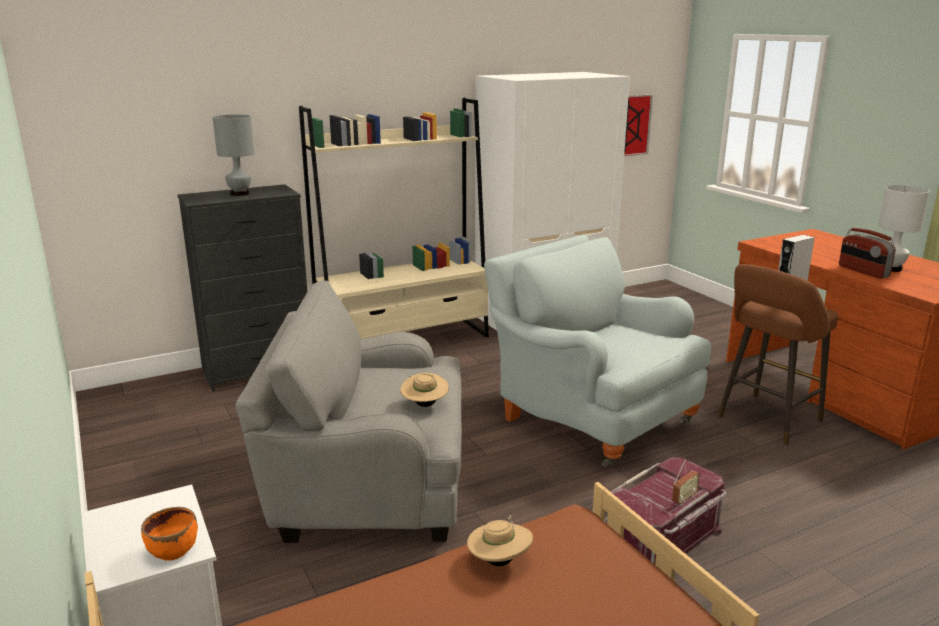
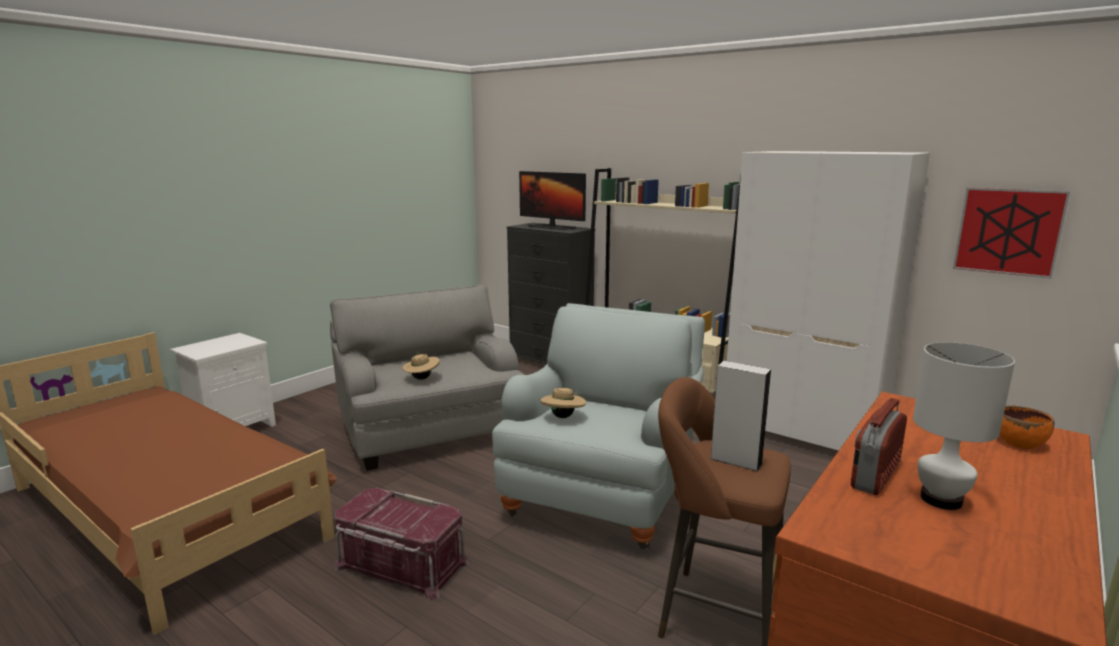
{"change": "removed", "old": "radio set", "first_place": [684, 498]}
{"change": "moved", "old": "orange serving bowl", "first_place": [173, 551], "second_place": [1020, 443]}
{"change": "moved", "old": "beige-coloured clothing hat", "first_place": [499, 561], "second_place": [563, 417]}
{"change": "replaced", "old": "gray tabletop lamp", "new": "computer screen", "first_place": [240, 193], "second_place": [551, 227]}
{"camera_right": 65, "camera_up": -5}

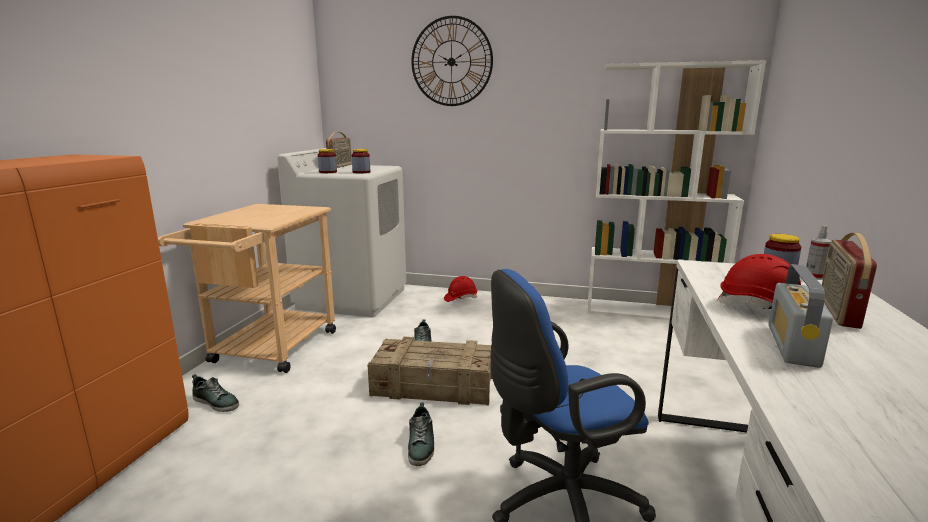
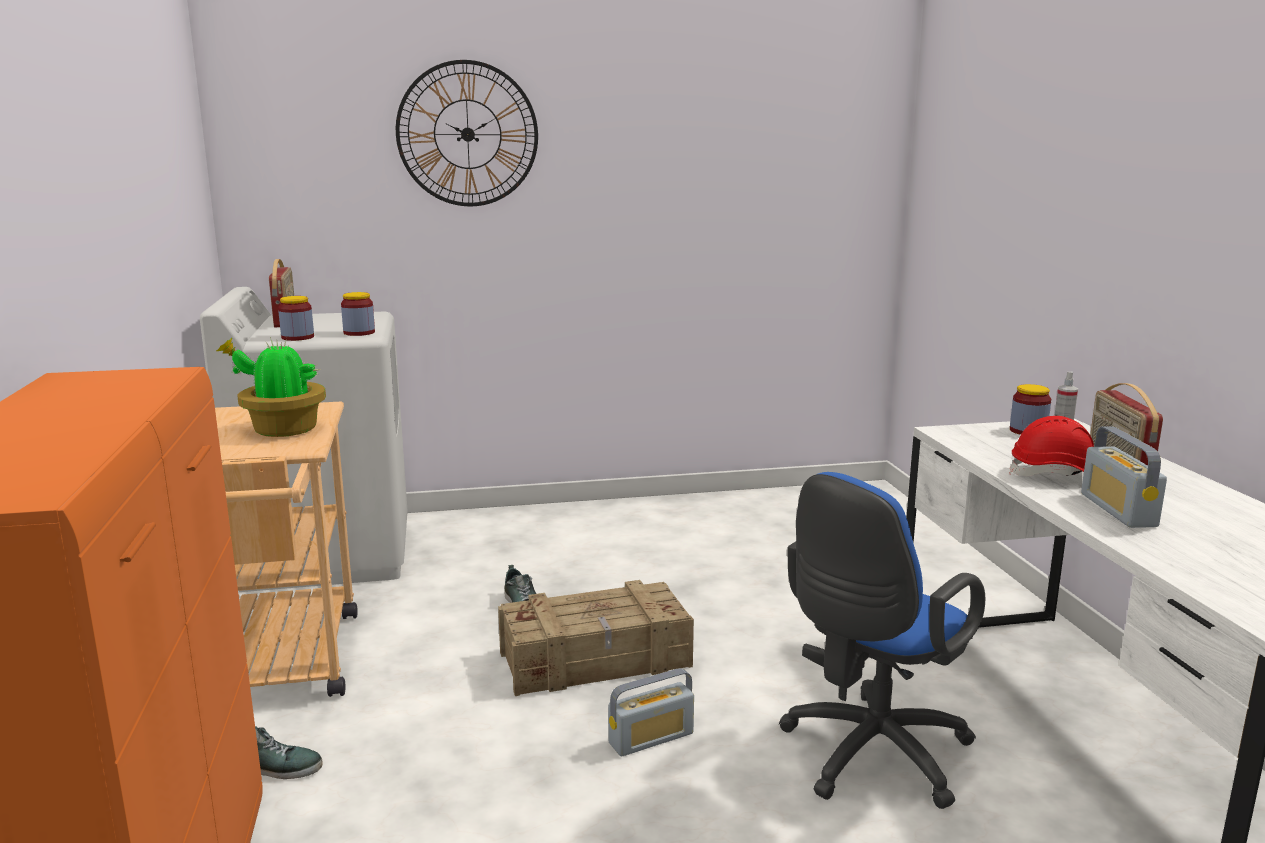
{"change": "removed", "old": "red-coloured safety helmet", "first_place": [460, 298]}
{"change": "removed", "old": "white shelving unit", "first_place": [652, 311]}
{"change": "added", "new": "potted plant", "second_place": [282, 430]}
{"change": "replaced", "old": "item of footwear", "new": "radio set", "first_place": [421, 445], "second_place": [651, 738]}
{"camera_right": -25, "camera_up": 0}

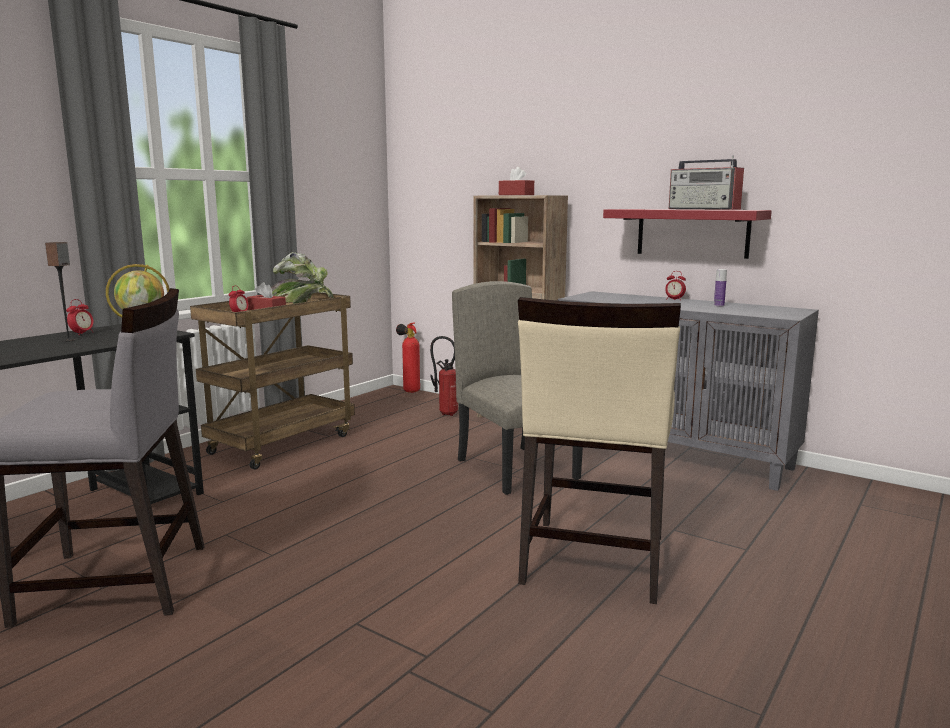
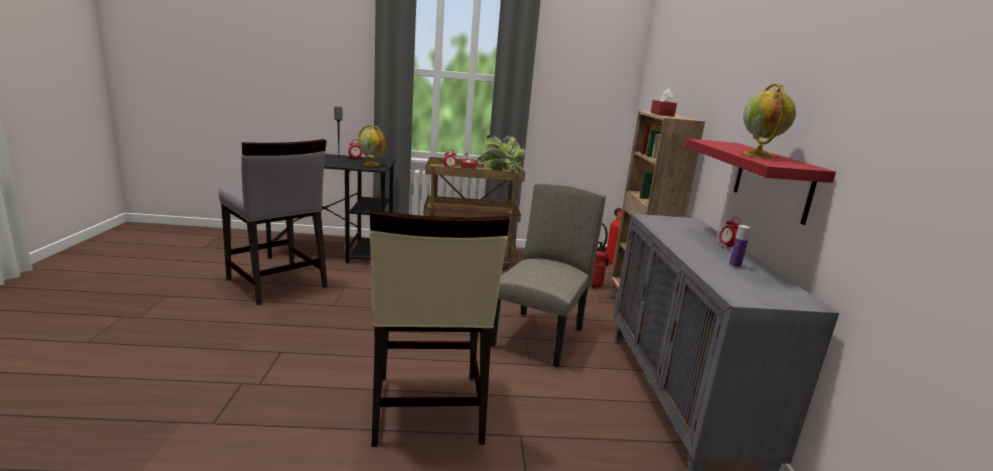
{"change": "replaced", "old": "radio set", "new": "world globe", "first_place": [704, 209], "second_place": [759, 155]}
{"change": "turned", "old": "beige-coloured plain chair", "first_place": [592, 560], "second_place": [427, 409], "degrees": -75}
{"camera_right": 50, "camera_up": 5}

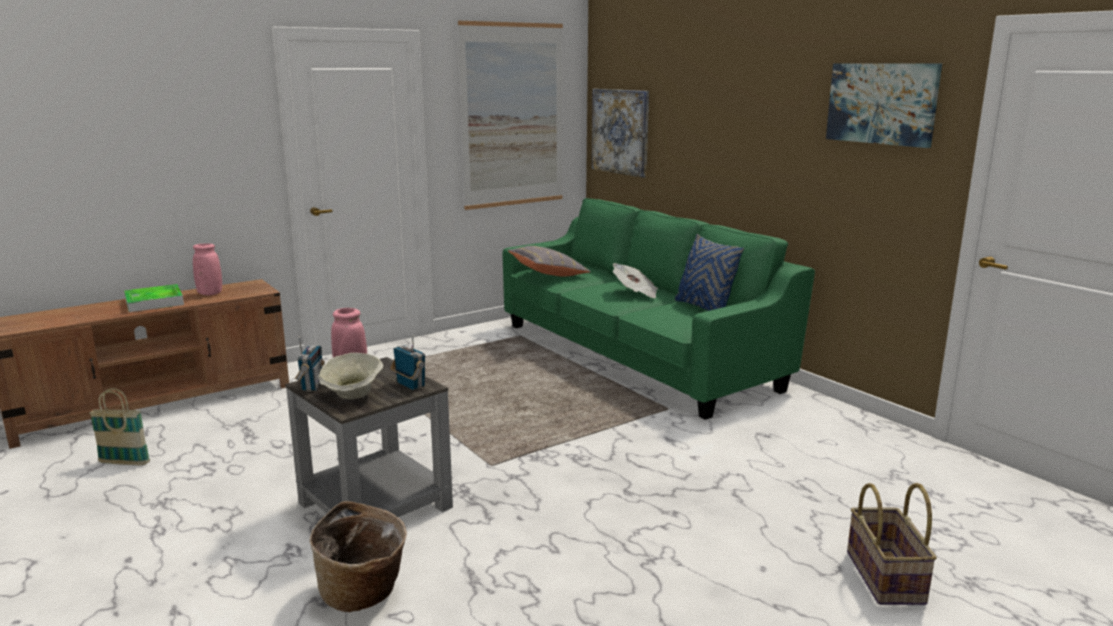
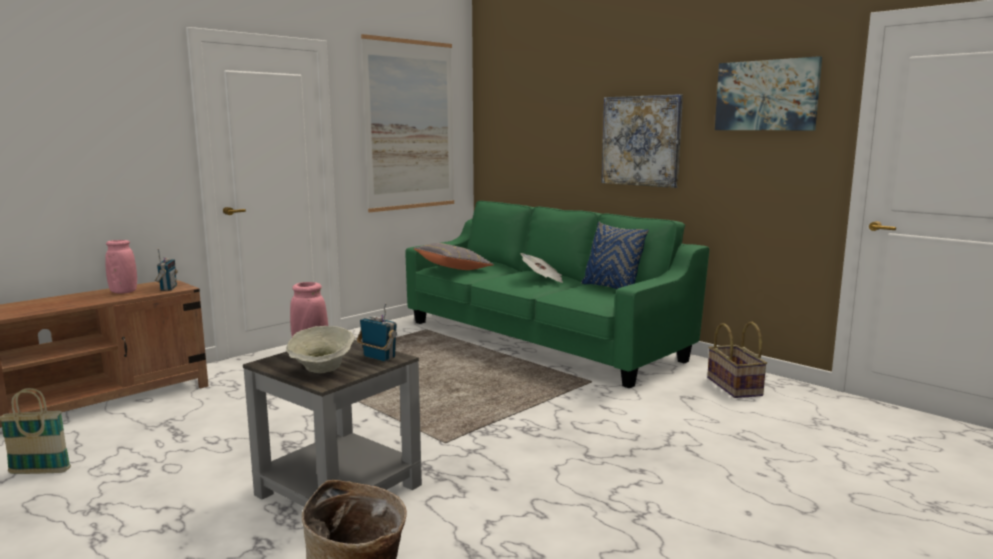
{"change": "removed", "old": "serving tray", "first_place": [154, 302]}
{"change": "moved", "old": "radio set", "first_place": [312, 386], "second_place": [168, 288]}
{"change": "moved", "old": "picture", "first_place": [620, 131], "second_place": [641, 141]}
{"change": "moved", "old": "basket", "first_place": [886, 577], "second_place": [735, 387]}
{"camera_right": -10, "camera_up": -5}

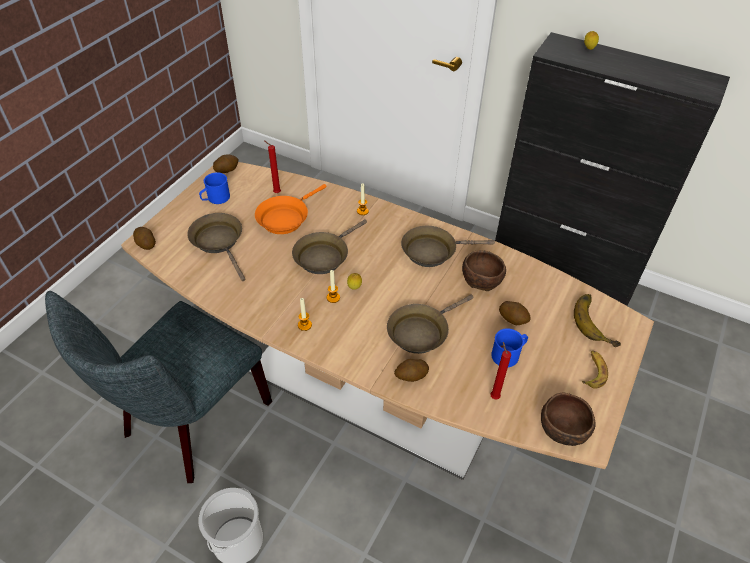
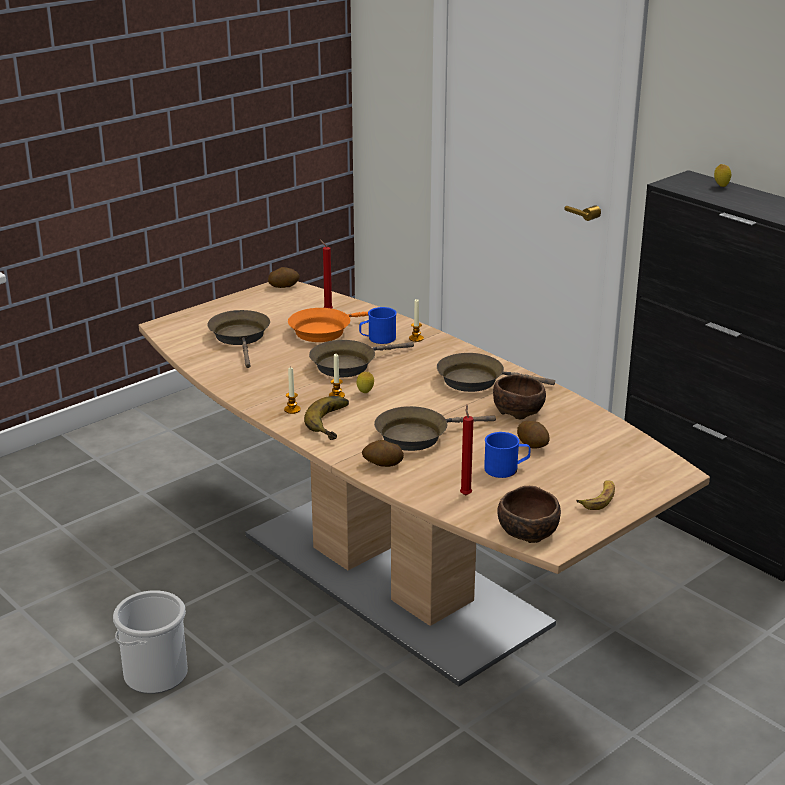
{"change": "removed", "old": "gray plain chair", "first_place": [190, 423]}
{"change": "removed", "old": "spud", "first_place": [146, 244]}
{"change": "moved", "old": "blue coffee mug", "first_place": [215, 199], "second_place": [377, 339]}
{"change": "moved", "old": "banana", "first_place": [597, 322], "second_place": [335, 422]}
{"camera_right": 20, "camera_up": -20}

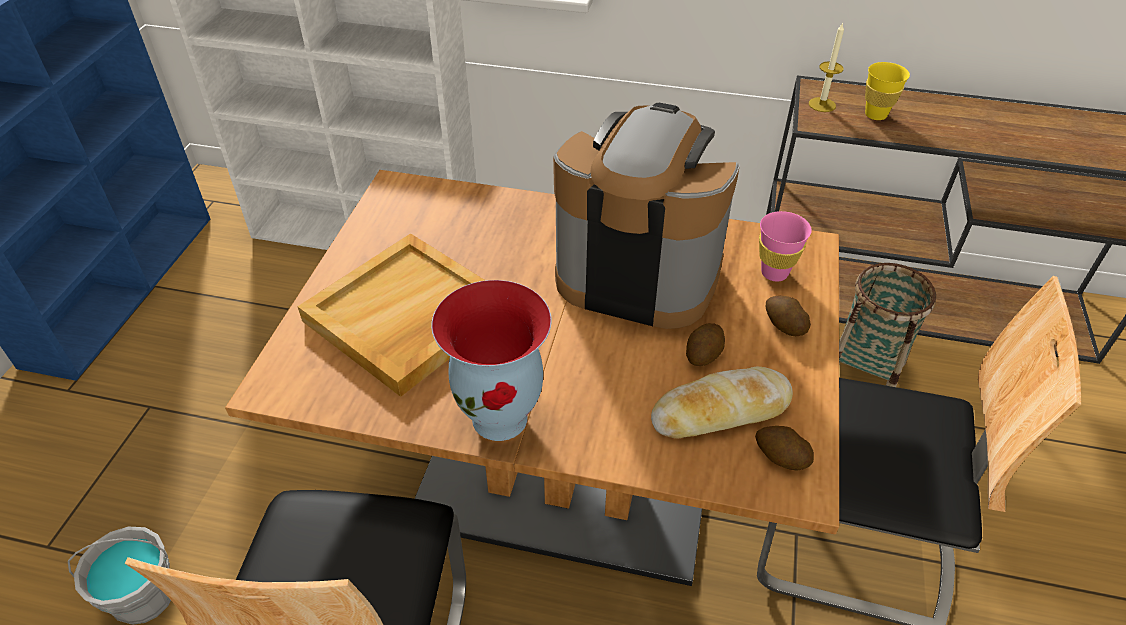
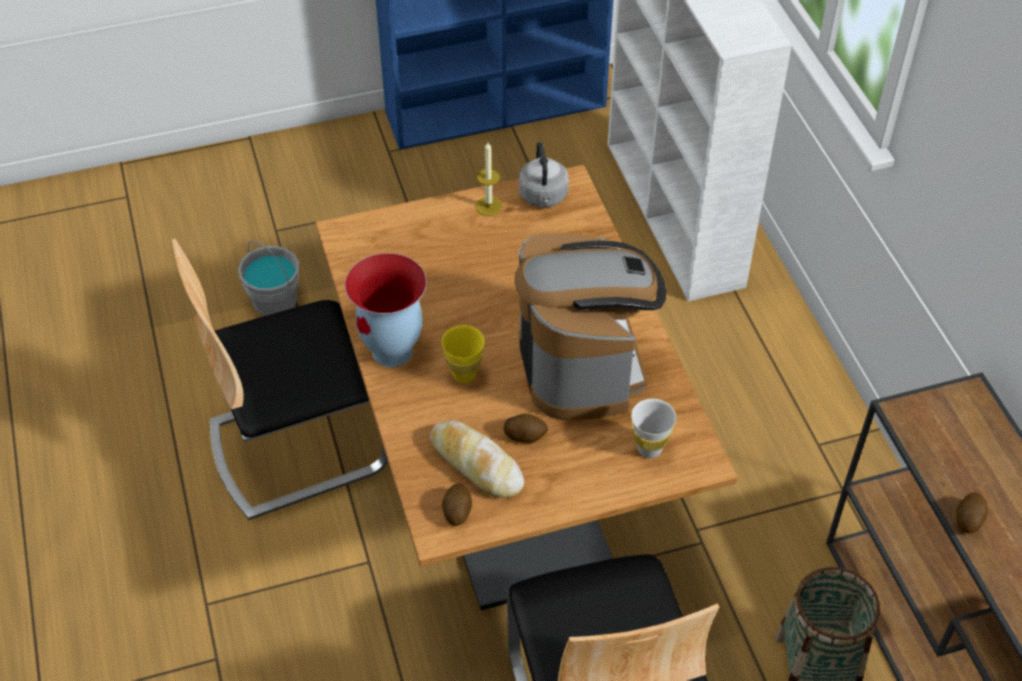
{"change": "removed", "old": "beige-coloured serving tray", "first_place": [407, 317]}
{"change": "added", "new": "gray tea kettle", "second_place": [543, 197]}
{"change": "moved", "old": "spud", "first_place": [784, 325], "second_place": [968, 519]}
{"change": "moved", "old": "wax light", "first_place": [822, 104], "second_place": [489, 206]}
{"change": "moved", "old": "yellow small cup", "first_place": [875, 115], "second_place": [464, 374]}
{"change": "recoloured", "old": "pinkish small cup", "new": "white small cup", "first_place": [774, 273], "second_place": [649, 448]}
{"camera_right": 60, "camera_up": 5}

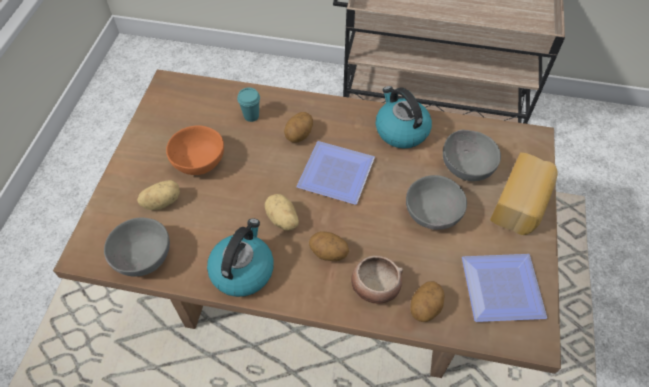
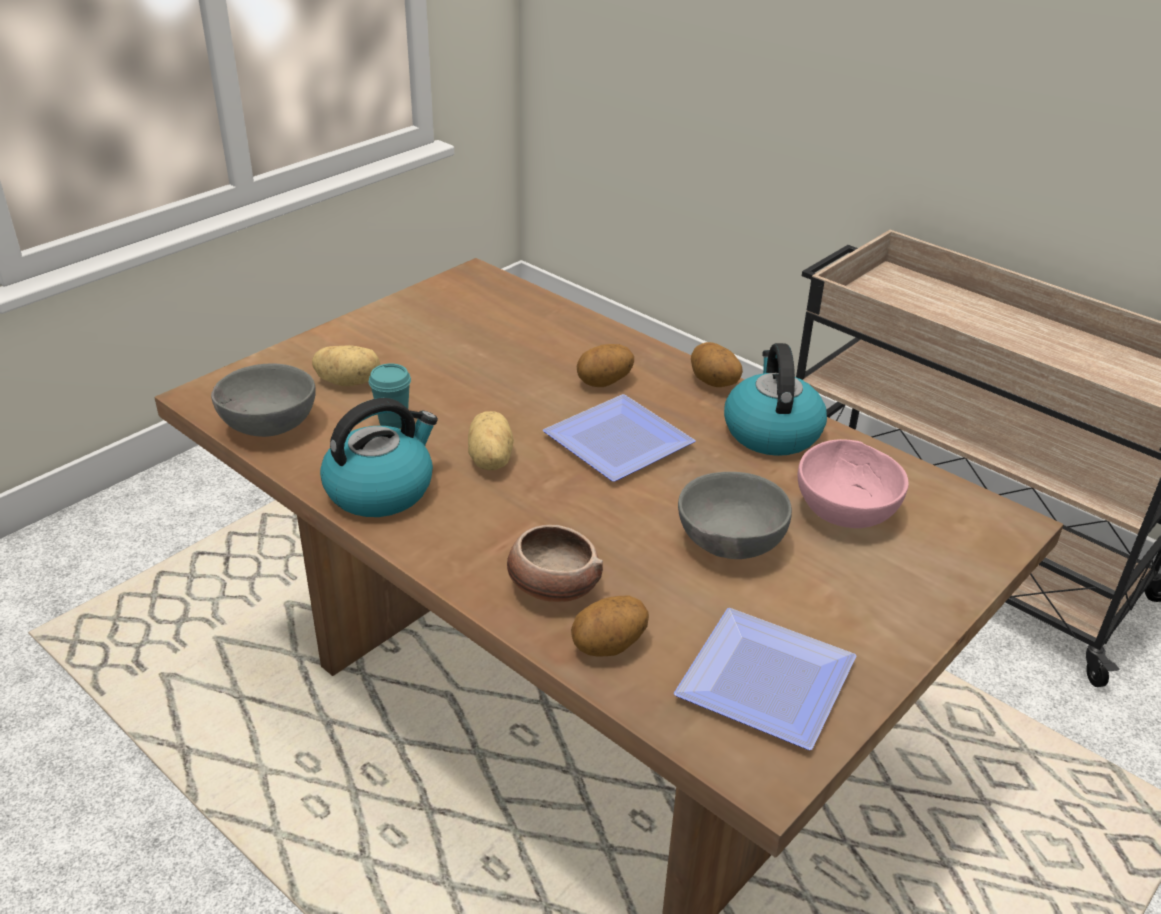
{"change": "removed", "old": "orange serving bowl", "first_place": [197, 162]}
{"change": "removed", "old": "baked bread", "first_place": [521, 204]}
{"change": "moved", "old": "blue-green small cup", "first_place": [251, 116], "second_place": [393, 421]}
{"change": "moved", "old": "spud", "first_place": [328, 253], "second_place": [713, 384]}
{"change": "recoloured", "old": "gray serving bowl", "new": "pinkish serving bowl", "first_place": [466, 166], "second_place": [846, 511]}
{"camera_right": 30, "camera_up": -20}

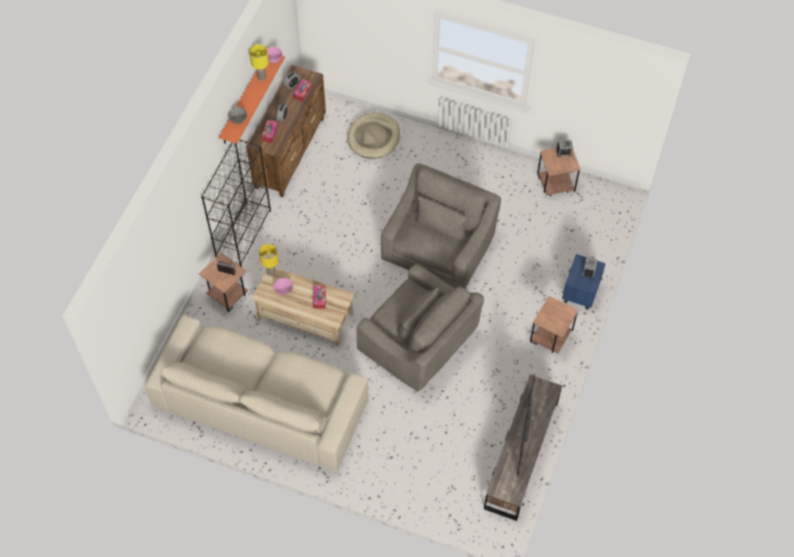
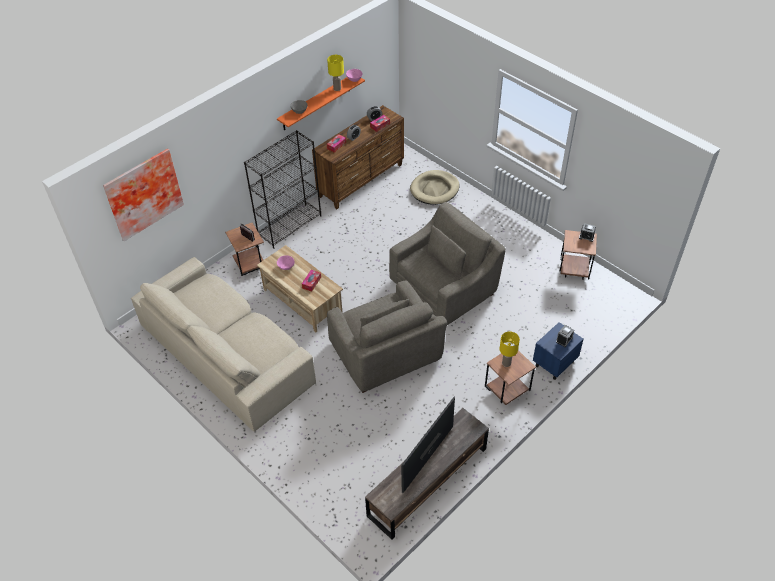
{"change": "added", "new": "picture", "second_place": [143, 193]}
{"change": "moved", "old": "yellow tabletop lamp", "first_place": [271, 272], "second_place": [506, 363]}
{"camera_right": 25, "camera_up": -10}

